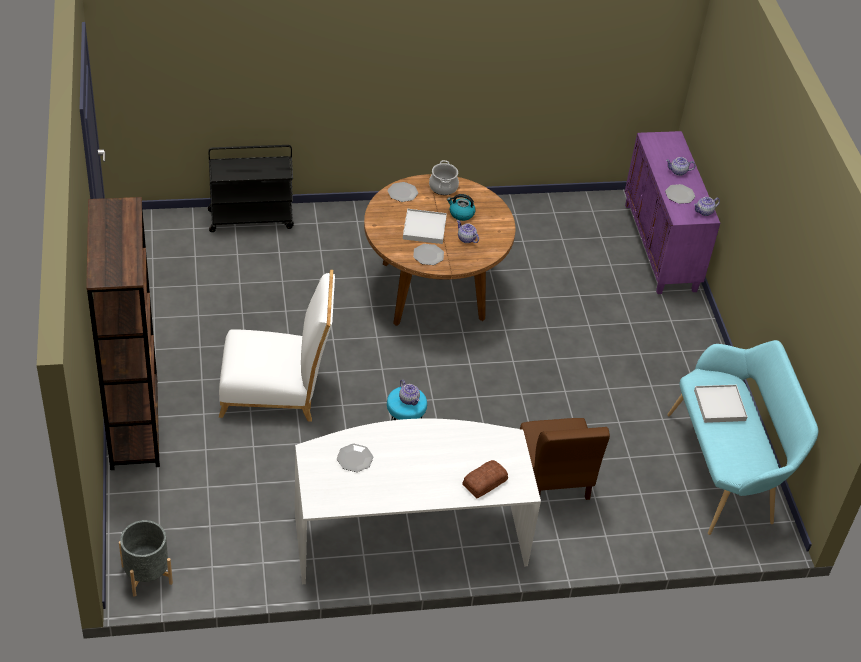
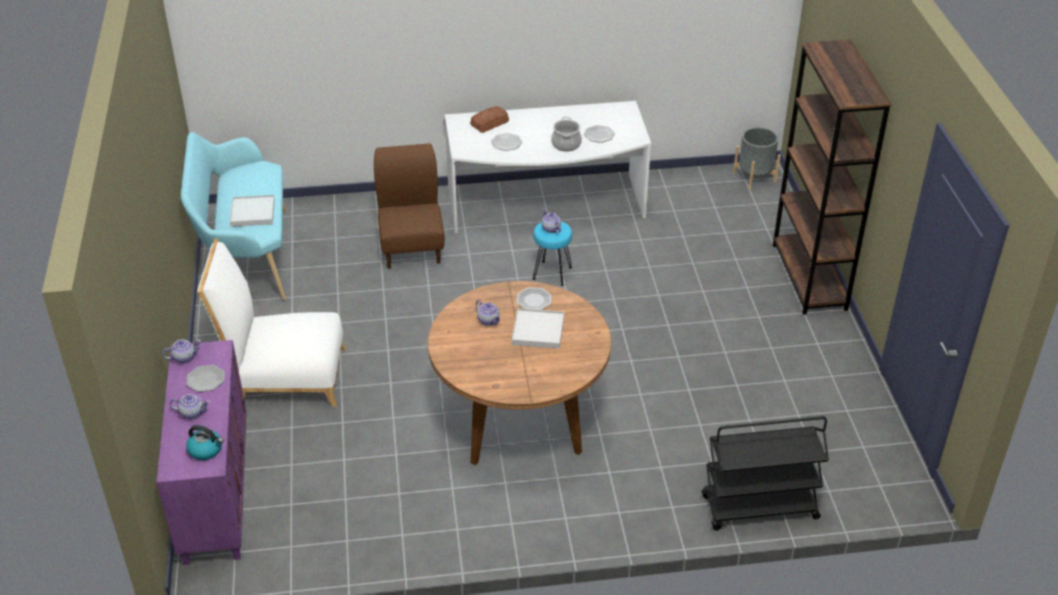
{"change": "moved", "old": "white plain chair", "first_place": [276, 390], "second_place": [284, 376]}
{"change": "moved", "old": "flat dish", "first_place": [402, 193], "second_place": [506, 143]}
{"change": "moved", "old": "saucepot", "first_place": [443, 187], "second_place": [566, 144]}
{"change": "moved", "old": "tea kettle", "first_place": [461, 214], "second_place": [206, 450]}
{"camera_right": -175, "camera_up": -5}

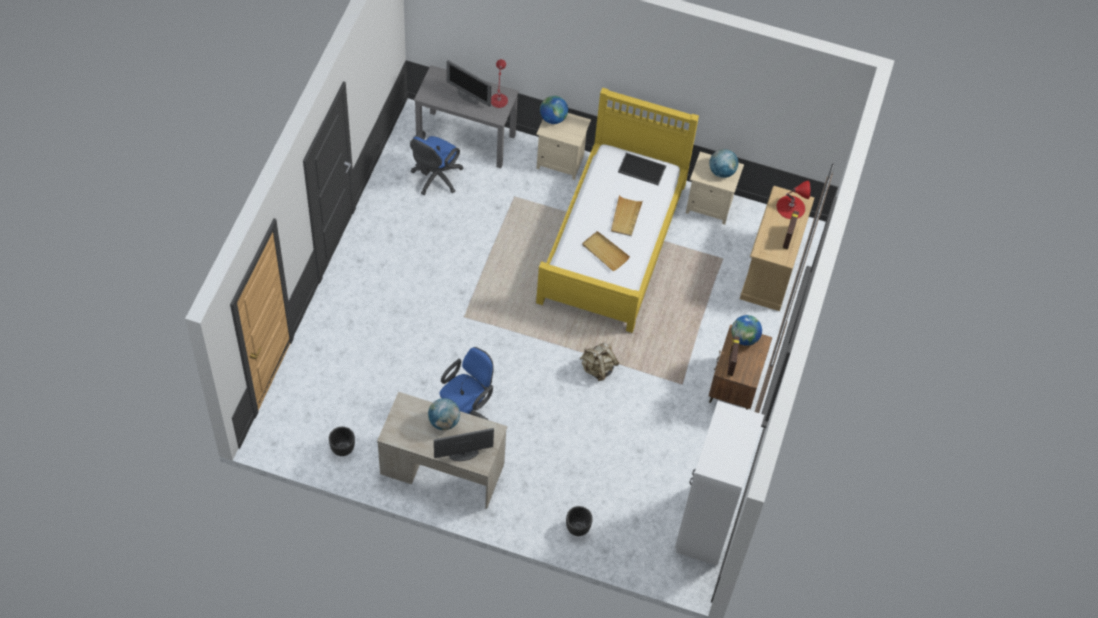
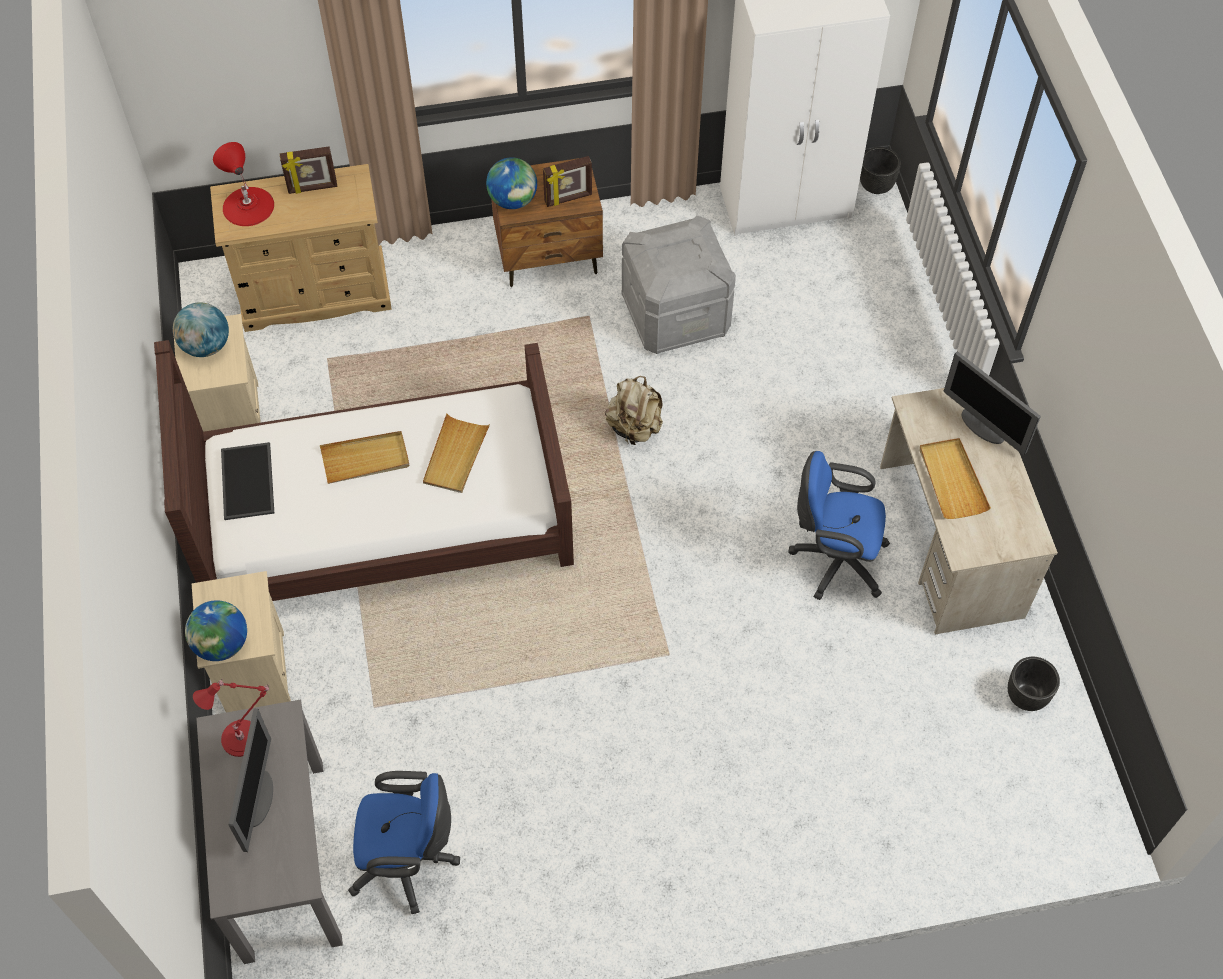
{"change": "added", "new": "gray storage container", "second_place": [675, 315]}
{"change": "moved", "old": "blackish planter", "first_place": [577, 528], "second_place": [876, 186]}
{"change": "replaced", "old": "world globe", "new": "beige-coloured serving tray", "first_place": [444, 421], "second_place": [951, 480]}
{"change": "recoloured", "old": "yellow bed", "new": "brownish bed", "first_place": [613, 241], "second_place": [383, 515]}
{"camera_right": -115, "camera_up": 0}

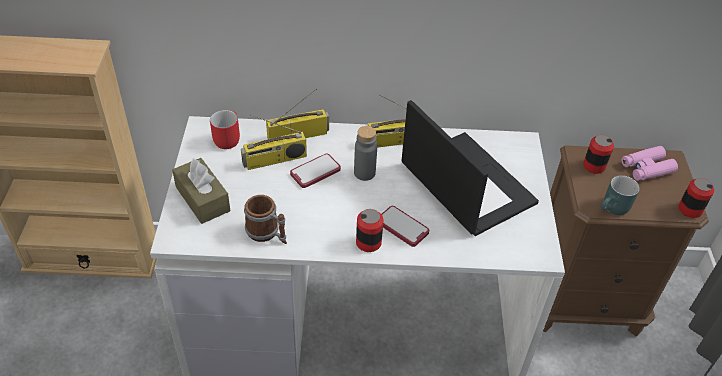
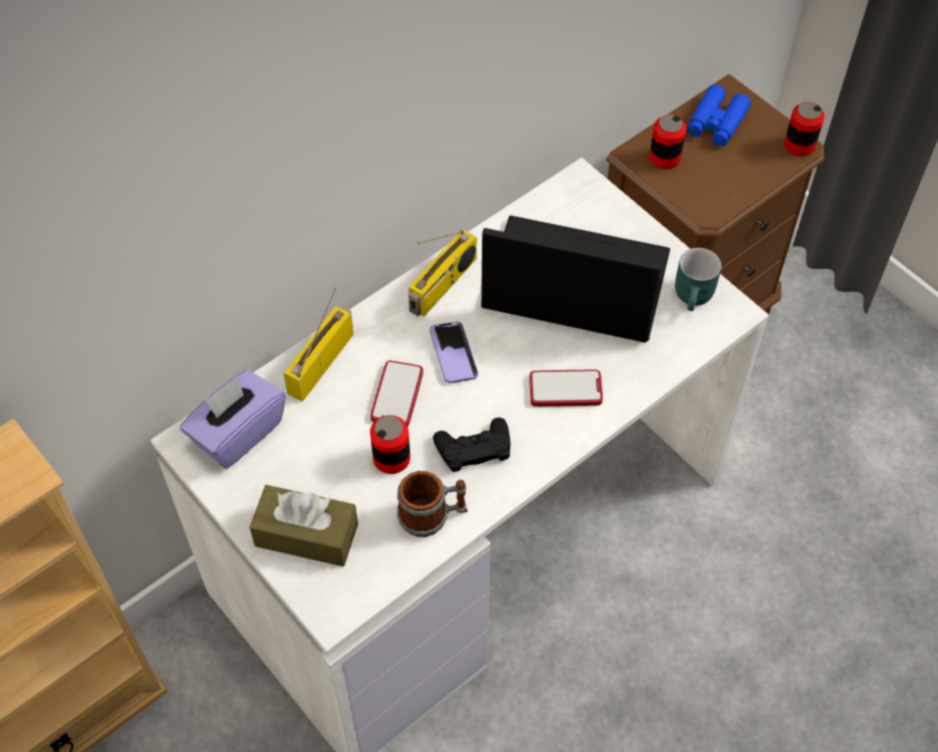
{"change": "removed", "old": "radio set", "first_place": [274, 160]}
{"change": "added", "new": "blackish game controller", "second_place": [474, 448]}
{"change": "moved", "old": "sealed can", "first_place": [368, 243], "second_place": [391, 458]}
{"change": "moved", "old": "blue-green coffee mug", "first_place": [614, 209], "second_place": [695, 298]}
{"change": "replaced", "old": "red-coloured coffee mug", "new": "purple-coloured tissue holder", "first_place": [226, 138], "second_place": [237, 433]}
{"change": "replaced", "old": "gray bottle", "new": "telephone", "first_place": [364, 173], "second_place": [453, 353]}
{"change": "recoloured", "old": "pinkish binoculars", "new": "blue binoculars", "first_place": [646, 168], "second_place": [716, 122]}
{"camera_right": -40, "camera_up": 10}

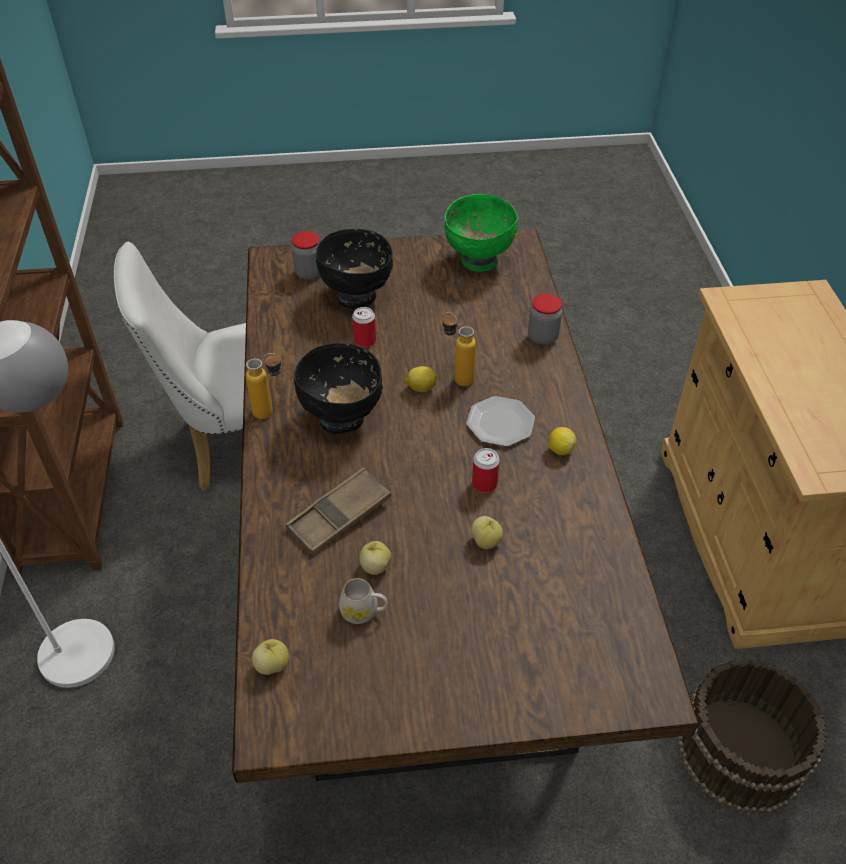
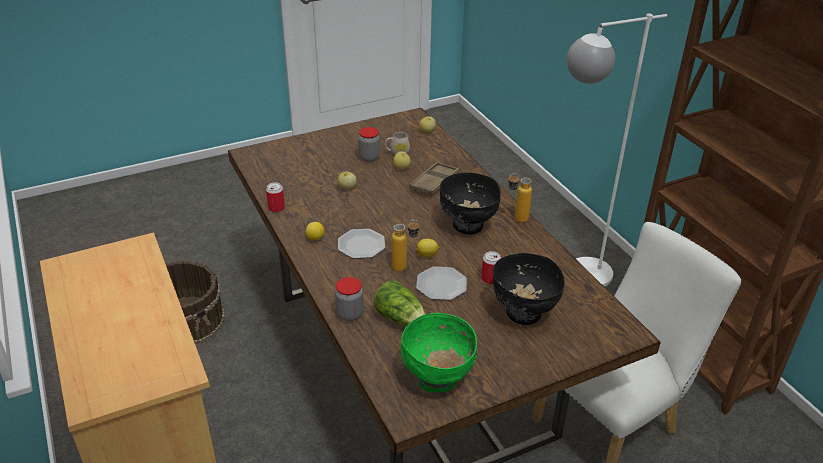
{"change": "added", "new": "lettuce head", "second_place": [401, 318]}
{"change": "added", "new": "flat dish", "second_place": [441, 285]}
{"change": "moved", "old": "jar", "first_place": [309, 273], "second_place": [369, 157]}
{"change": "moved", "old": "sealed can", "first_place": [484, 484], "second_place": [276, 208]}
{"camera_right": 160, "camera_up": -10}

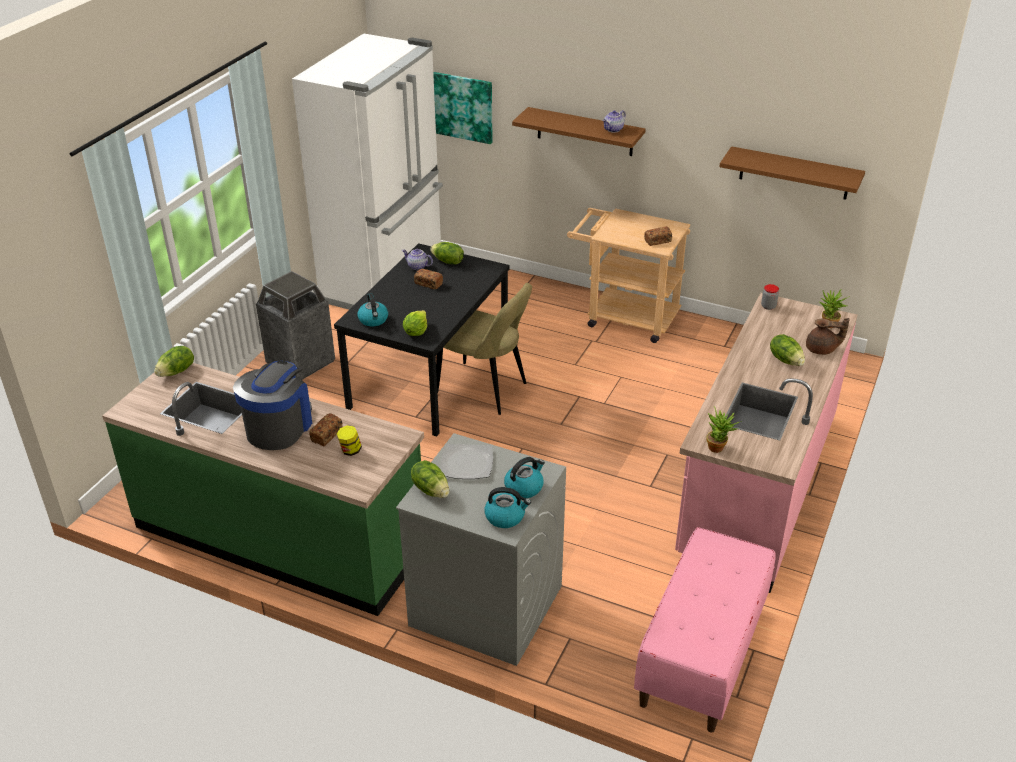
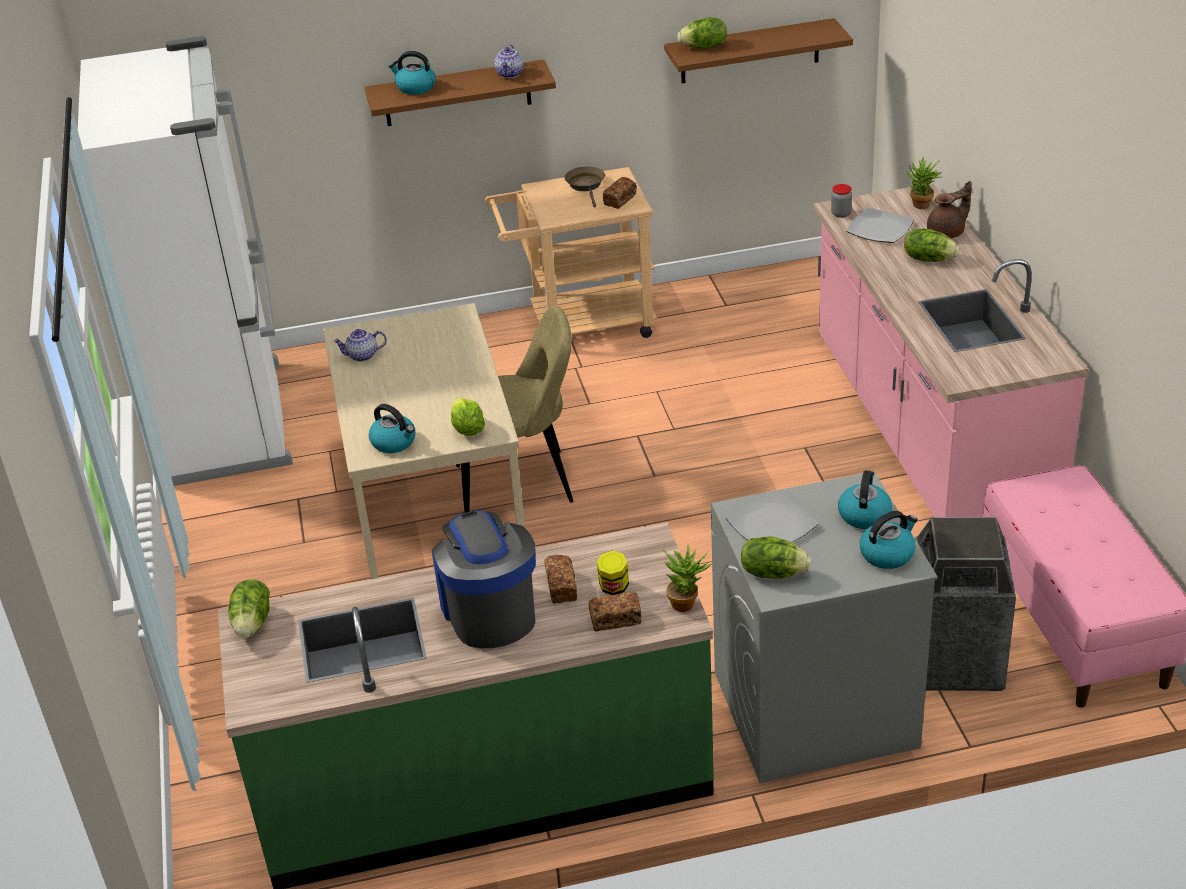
{"change": "removed", "old": "picture", "first_place": [463, 107]}
{"change": "added", "new": "tea kettle", "second_place": [415, 88]}
{"change": "added", "new": "brownish skillet", "second_place": [586, 186]}
{"change": "added", "new": "flat dish", "second_place": [879, 228]}
{"change": "moved", "old": "trash can", "first_place": [300, 363], "second_place": [956, 661]}
{"change": "moved", "old": "baked bread", "first_place": [428, 284], "second_place": [615, 620]}
{"change": "moved", "old": "lettuce head", "first_place": [447, 262], "second_place": [704, 47]}
{"change": "moved", "old": "potted plant", "first_place": [719, 448], "second_place": [687, 603]}
{"change": "recoloured", "old": "blackish dining table", "new": "beige-coloured dining table", "first_place": [430, 378], "second_place": [435, 504]}
{"camera_right": -35, "camera_up": 0}

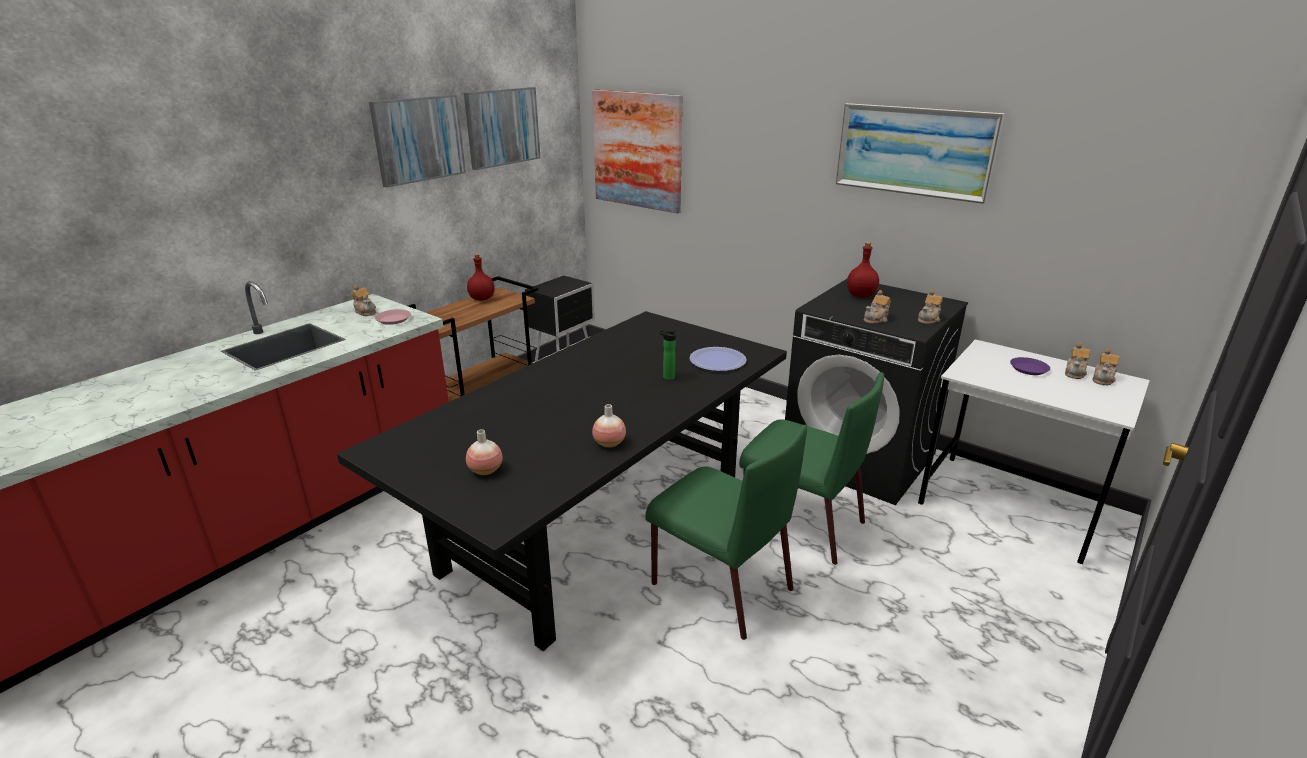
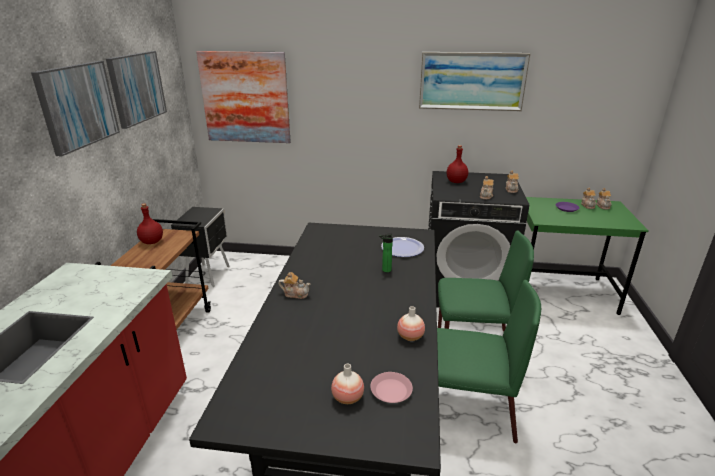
{"change": "moved", "old": "teapot", "first_place": [365, 311], "second_place": [295, 294]}
{"change": "moved", "old": "pinkish flat dish", "first_place": [393, 319], "second_place": [391, 391]}
{"change": "recoloured", "old": "white desk unit", "new": "greenish desk unit", "first_place": [1010, 506], "second_place": [561, 292]}
{"camera_right": -30, "camera_up": 0}

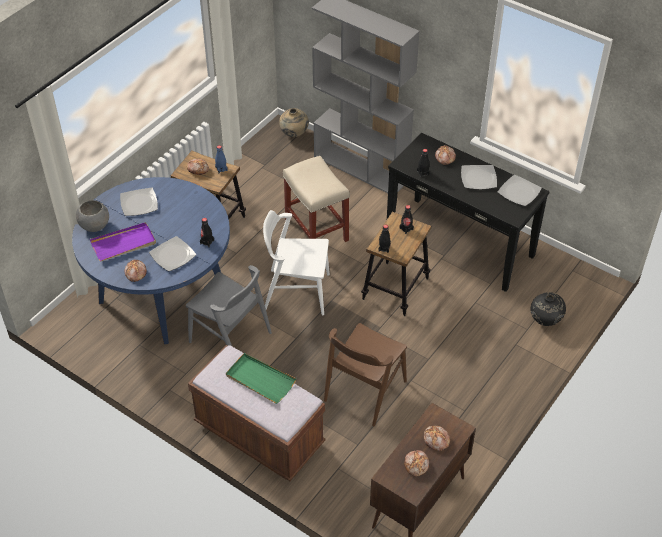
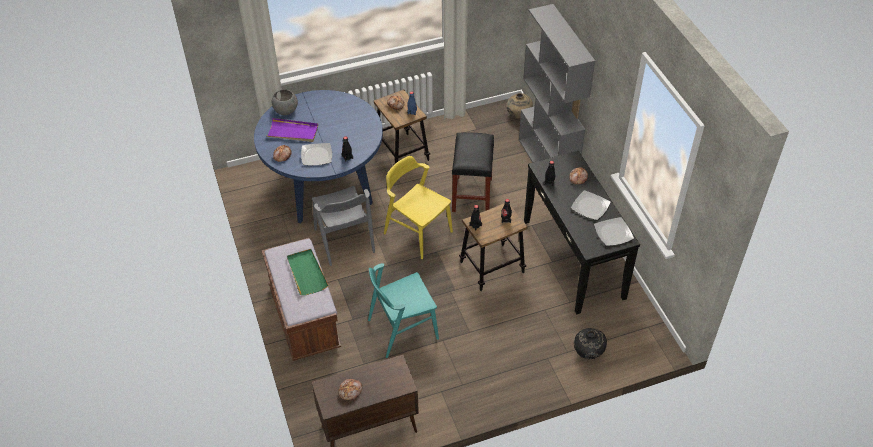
{"change": "removed", "old": "flat dish", "first_place": [139, 203]}
{"change": "removed", "old": "baked bread", "first_place": [436, 440]}
{"change": "recoloured", "old": "white plain chair", "new": "yellow plain chair", "first_place": [296, 292], "second_place": [418, 232]}
{"change": "recoloured", "old": "beige-coloured stool", "new": "blackish stool", "first_place": [316, 229], "second_place": [472, 194]}
{"change": "recoloured", "old": "brownish plain chair", "new": "blue-green plain chair", "first_place": [364, 391], "second_place": [402, 329]}
{"camera_right": 35, "camera_up": 0}

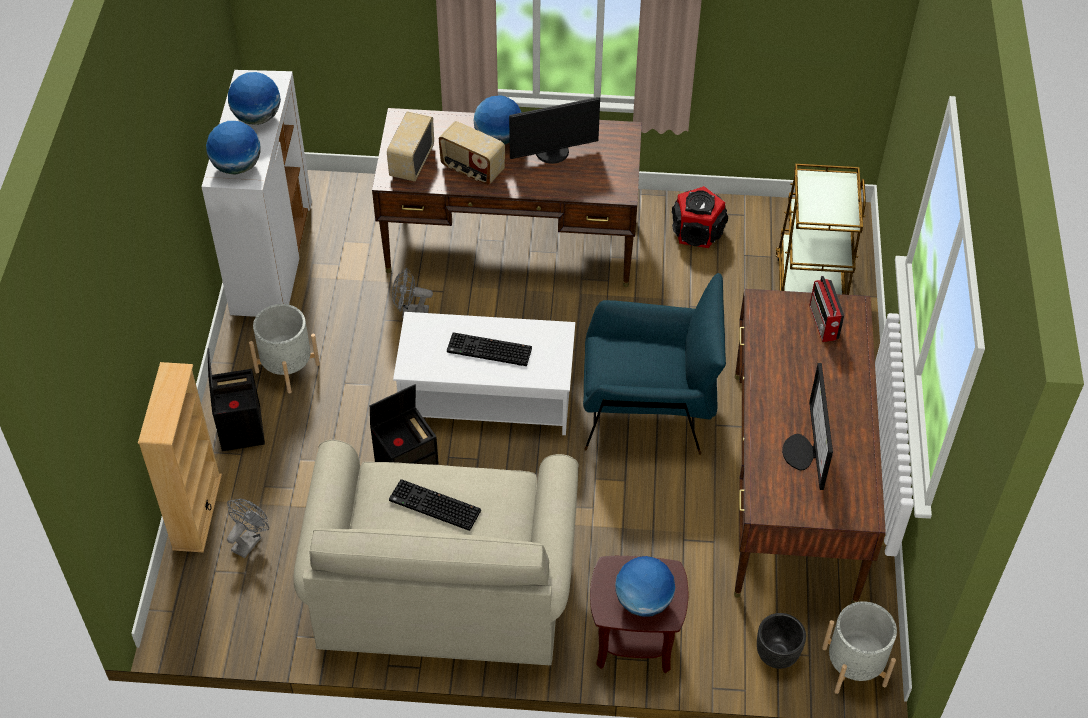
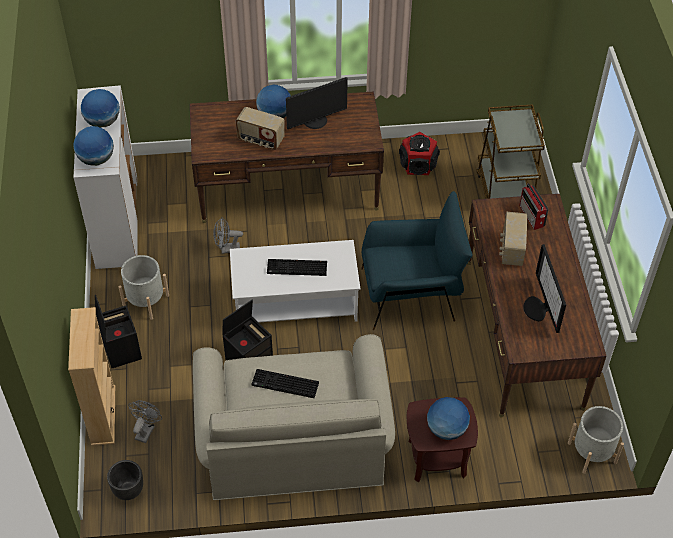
{"change": "moved", "old": "radio set", "first_place": [411, 162], "second_place": [511, 249]}
{"change": "moved", "old": "blackish planter", "first_place": [776, 654], "second_place": [128, 490]}
{"camera_right": -10, "camera_up": 0}

